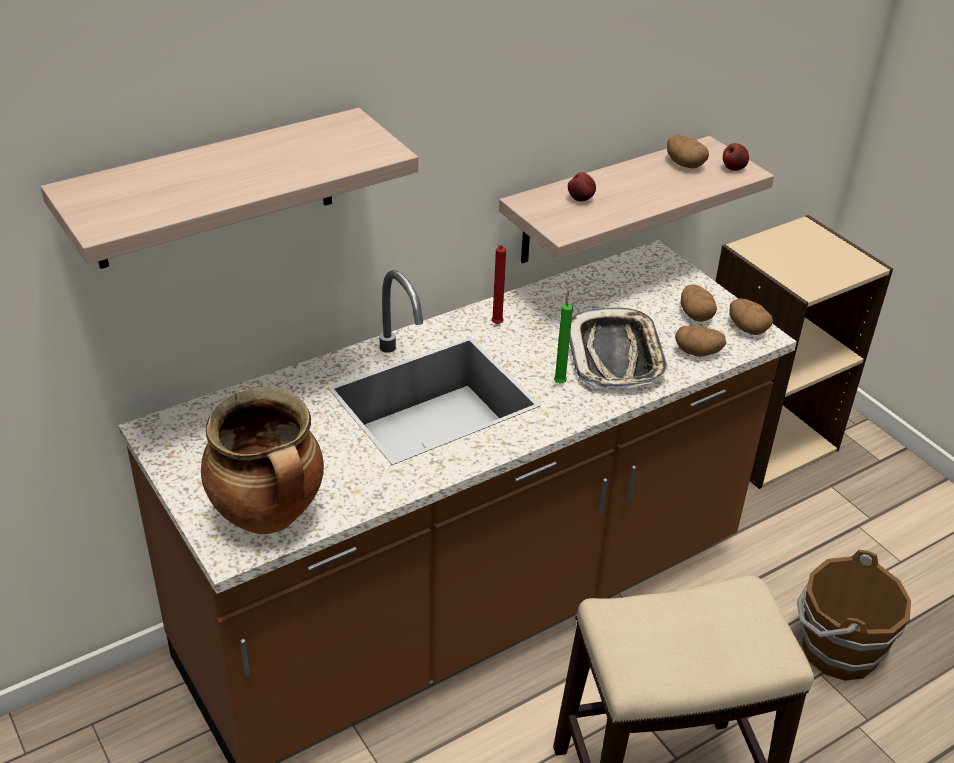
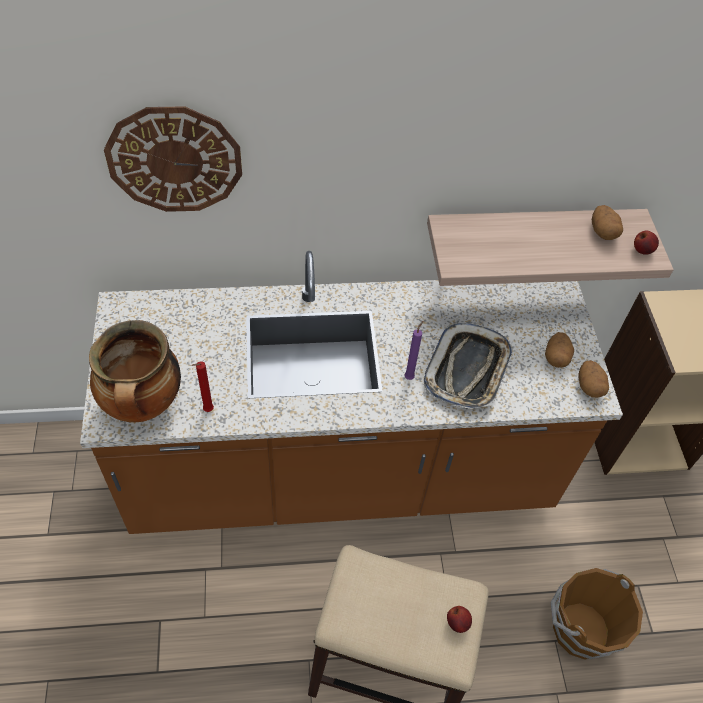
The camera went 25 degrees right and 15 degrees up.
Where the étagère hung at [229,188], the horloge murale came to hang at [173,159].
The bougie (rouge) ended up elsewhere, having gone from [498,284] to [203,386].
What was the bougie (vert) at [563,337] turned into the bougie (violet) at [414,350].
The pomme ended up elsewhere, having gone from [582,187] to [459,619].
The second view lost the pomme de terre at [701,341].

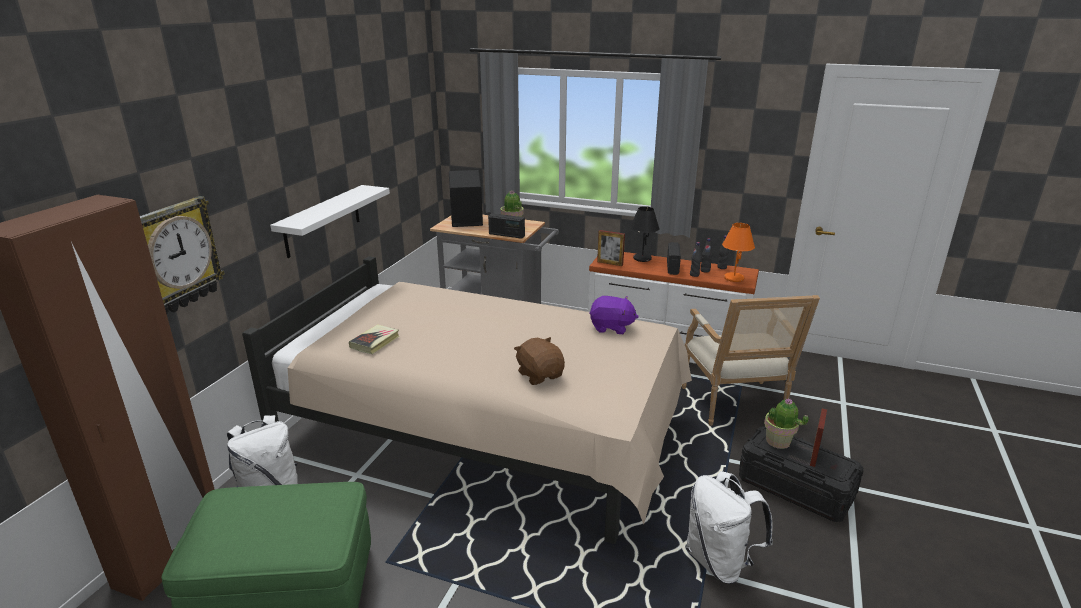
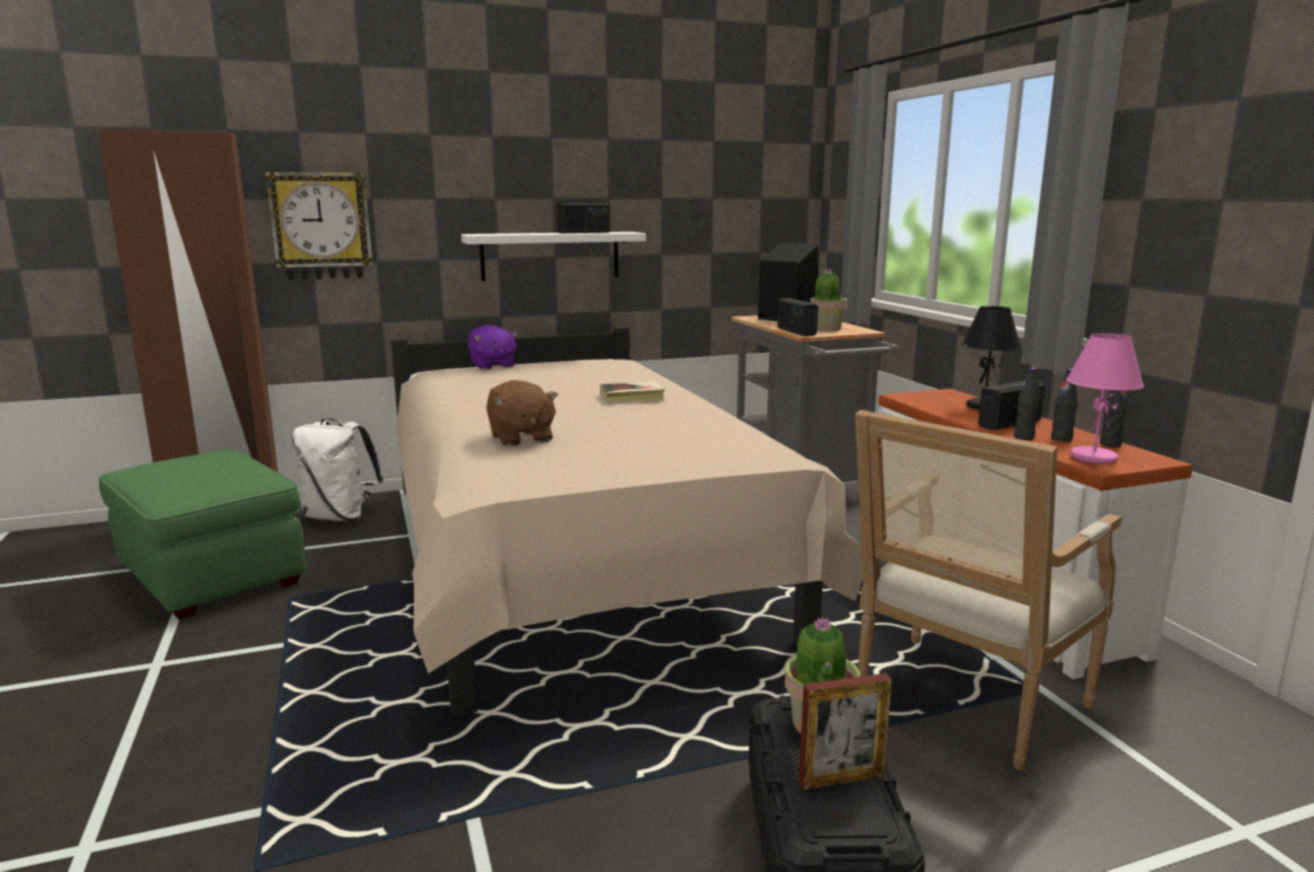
The camera went 50 degrees right and 10 degrees down.
The peluche (violet) ended up elsewhere, having gone from [614,315] to [493,347].
The peluche (marron) at [539,361] ended up facing another way, 135 degrees clockwise from before.
The second view gained the radio at [583,218].
The livre ended up elsewhere, having gone from [374,339] to [632,392].
What was the lampe de table (orange) at [738,252] turned into the lampe de table (rose) at [1105,398].
The second view lost the cadre photo at [611,248].
The second view lost the sac à dos (blanc) at [729,527].

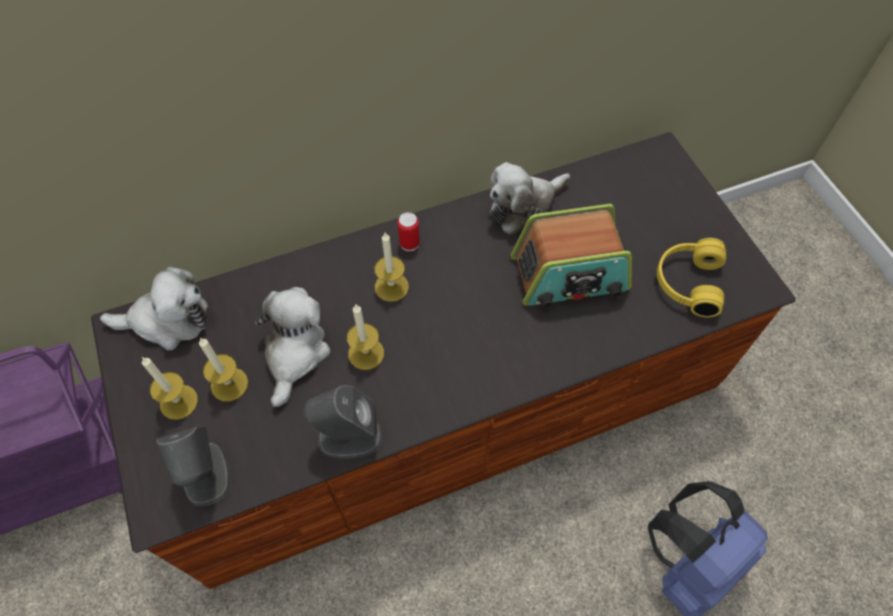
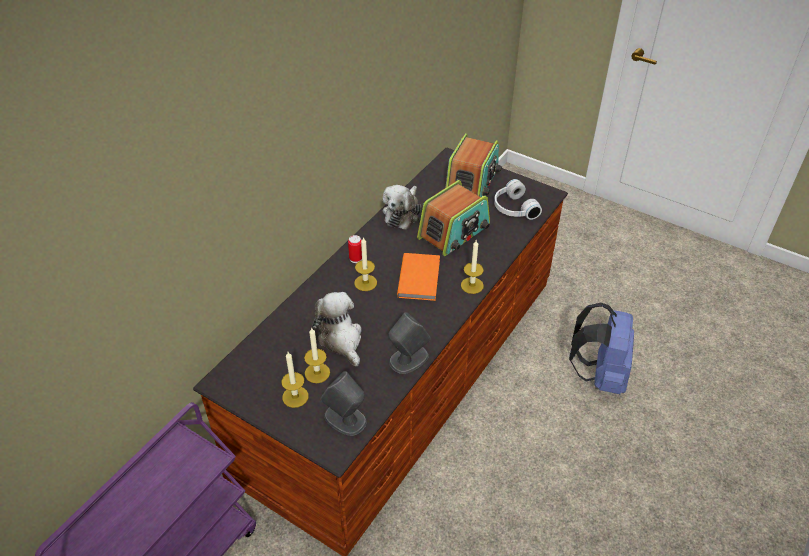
The camera went 35 degrees left and 15 degrees down.
The second view gained the livre (orange) at [418,277].
The second view gained the radio at [473,165].
The bougie ended up elsewhere, having gone from [365,337] to [472,267].
What was the casque audio (jaune) at [691,277] turned into the casque audio (blanc) at [518,199].
The second view lost the peluche at [154,308].

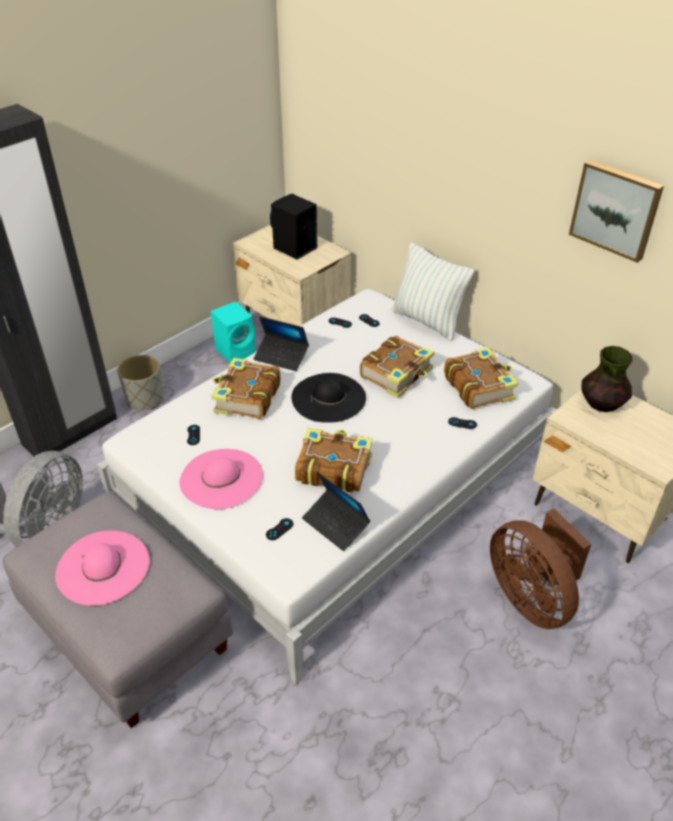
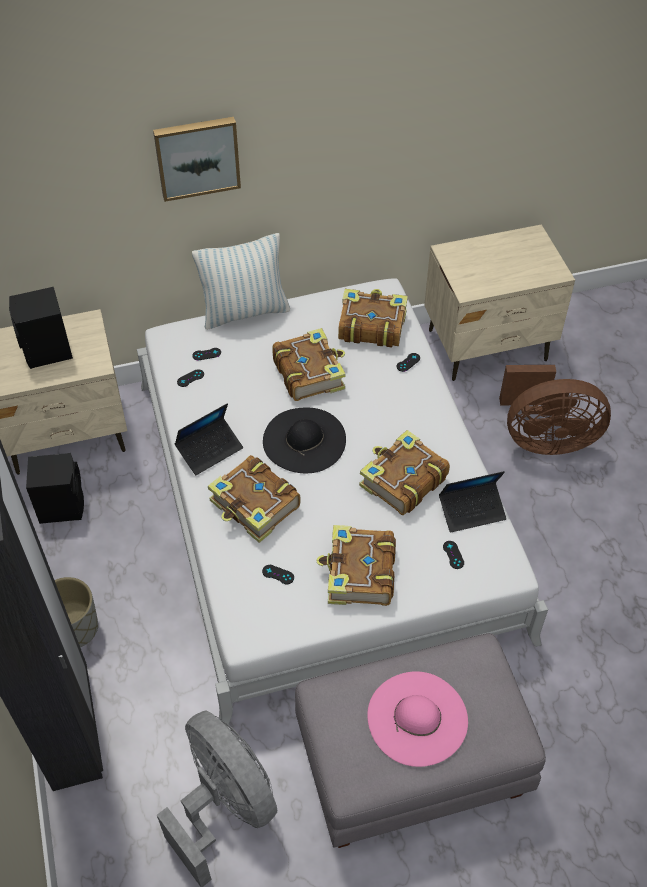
The camera went 60 degrees left and 10 degrees up.
What was the enceinte (turquoise) at [233,332] turned into the enceinte (noir) at [55,488].
The tableau ended up elsewhere, having gone from [616,211] to [197,159].
Where the chapeau (rose) stood at [221,479], the livre came to stand at [356,565].
The second view lost the vase at [606,379].

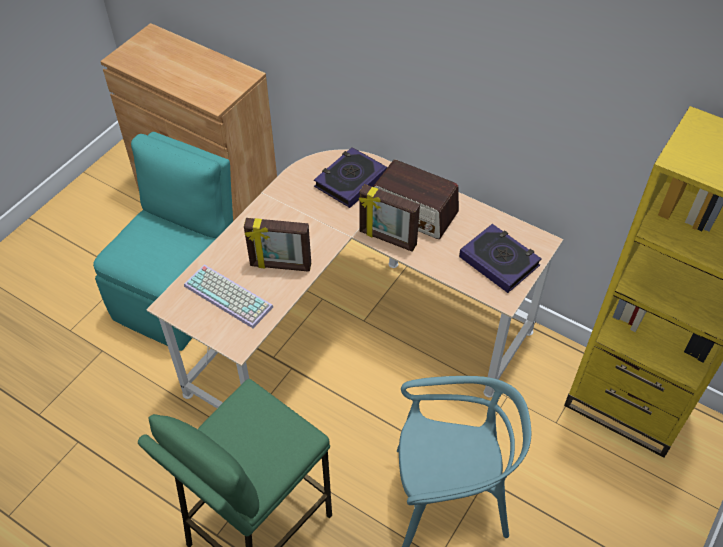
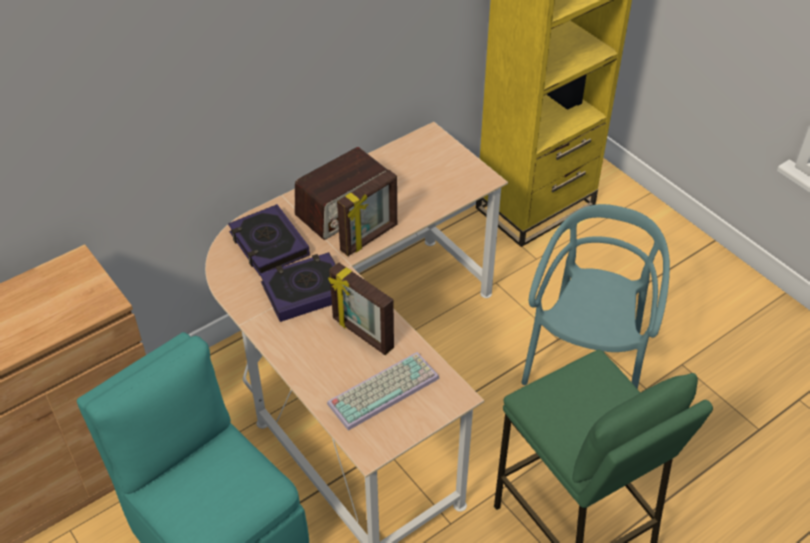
The camera went 70 degrees left and 5 degrees down.
The livre ended up elsewhere, having gone from [500,258] to [298,287].
The cadre photo at [277,245] ended up facing another way, 105 degrees clockwise from before.

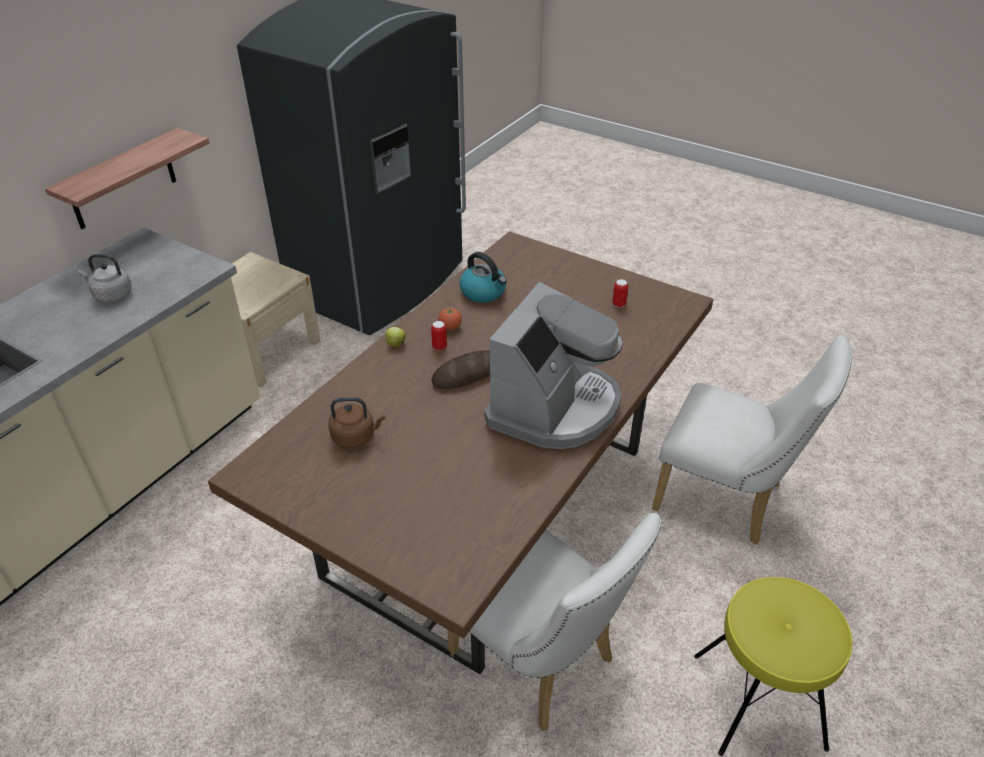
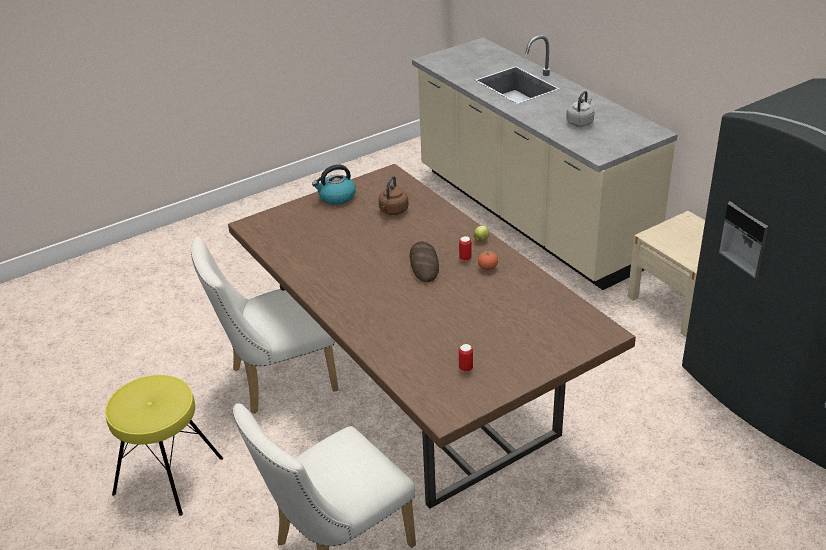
The camera went 115 degrees right and 5 degrees down.
The bouilloire ended up elsewhere, having gone from [483,277] to [334,185].
The second view lost the étagère at [127,178].
The second view lost the machine à café at [553,365].

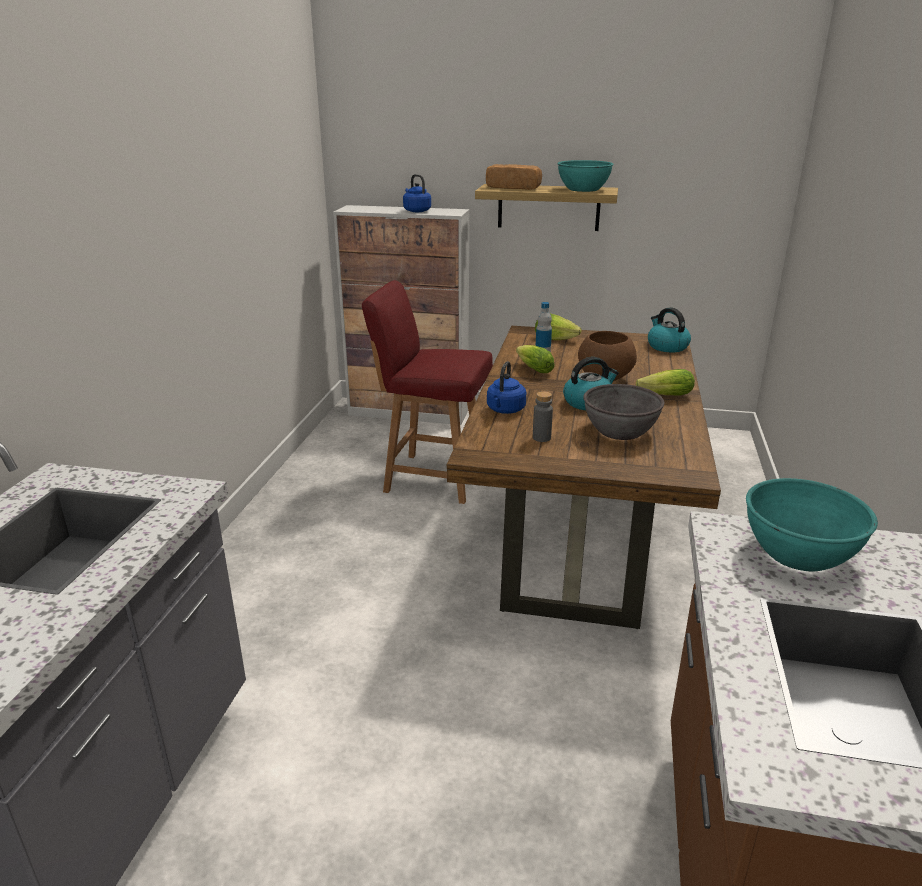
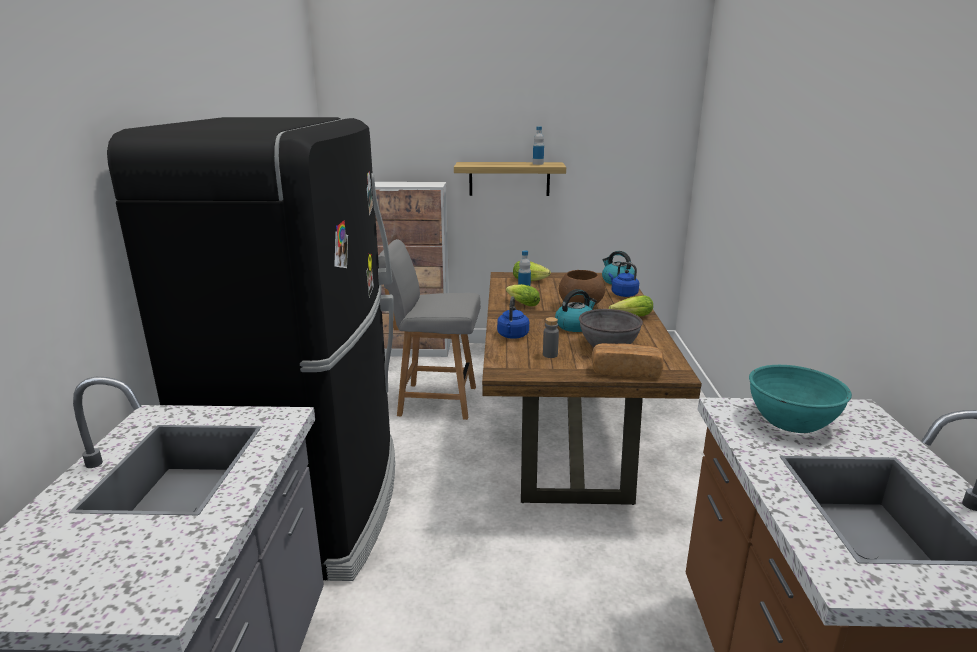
The camera went 10 degrees left and 5 degrees down.
The second view gained the réfrigérateur (noir) at [251,349].
What was the chaise (rouge) at [427,392] turned into the chaise (gris) at [429,329].
Where the bol (turquoise) stood at [585,176], the bouteille came to stand at [538,145].
The pain ended up elsewhere, having gone from [514,177] to [627,360].
The bouilloire (bleu) ended up elsewhere, having gone from [417,193] to [623,279].

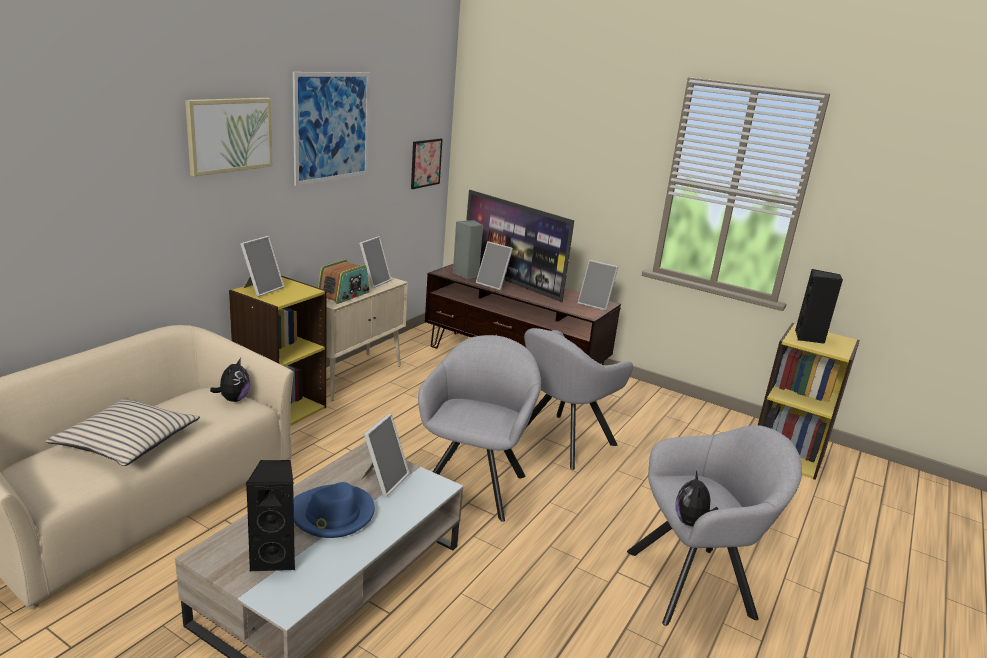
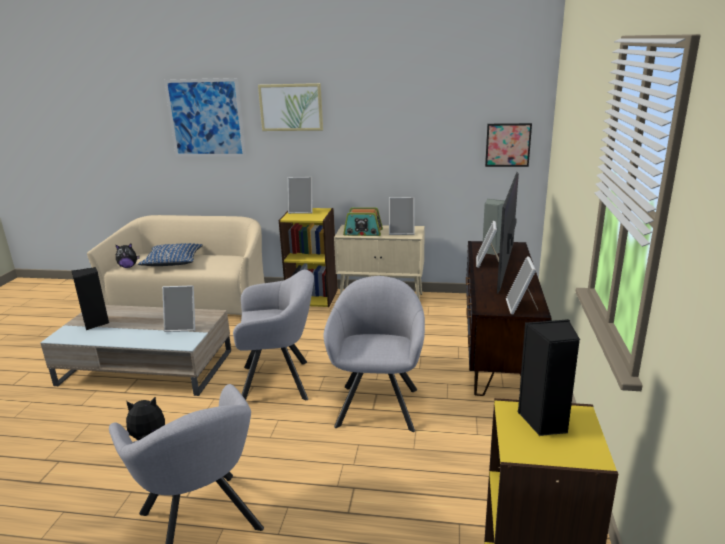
The camera went 70 degrees right and 0 degrees up.
The peluche ended up elsewhere, having gone from [230,380] to [127,256].
What was the coussin (beige) at [123,431] turned into the coussin (bleu) at [170,254].
The tableau ended up elsewhere, having gone from [331,129] to [205,117].
The fauteuil (gris) at [578,399] ended up facing another way, 75 degrees clockwise from before.
The second view lost the chapeau (bleu) at [334,510].

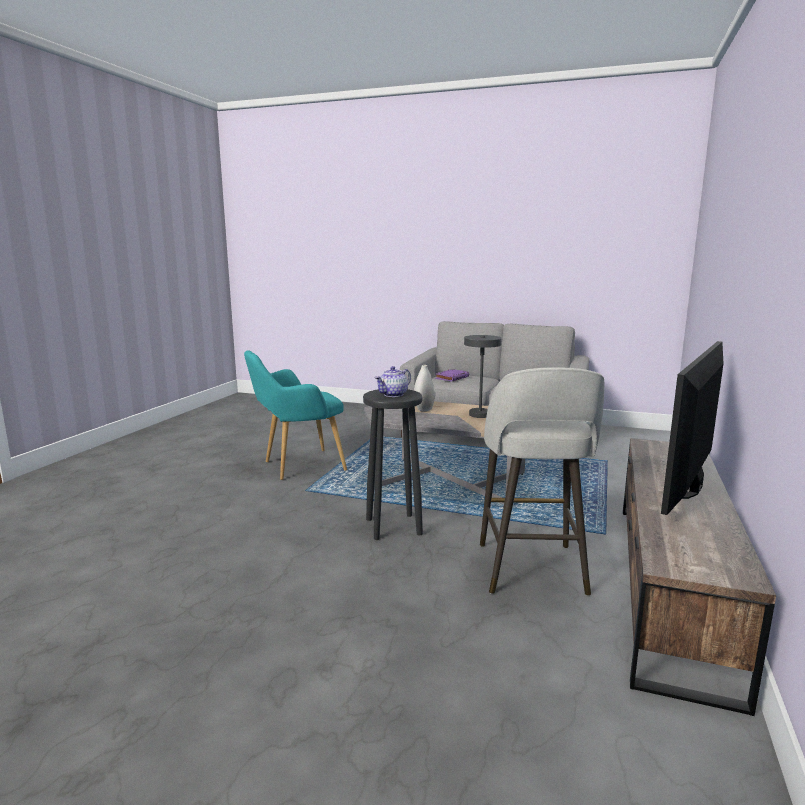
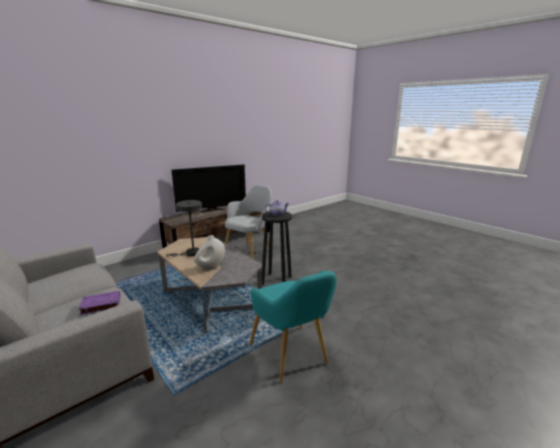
The camera went 150 degrees left and 5 degrees up.
Where the tabouret (gris) stood at [542,481], the fauteuil (gris) came to stand at [248,222].
The fauteuil (turquoise) at [295,415] ended up facing another way, 60 degrees clockwise from before.

